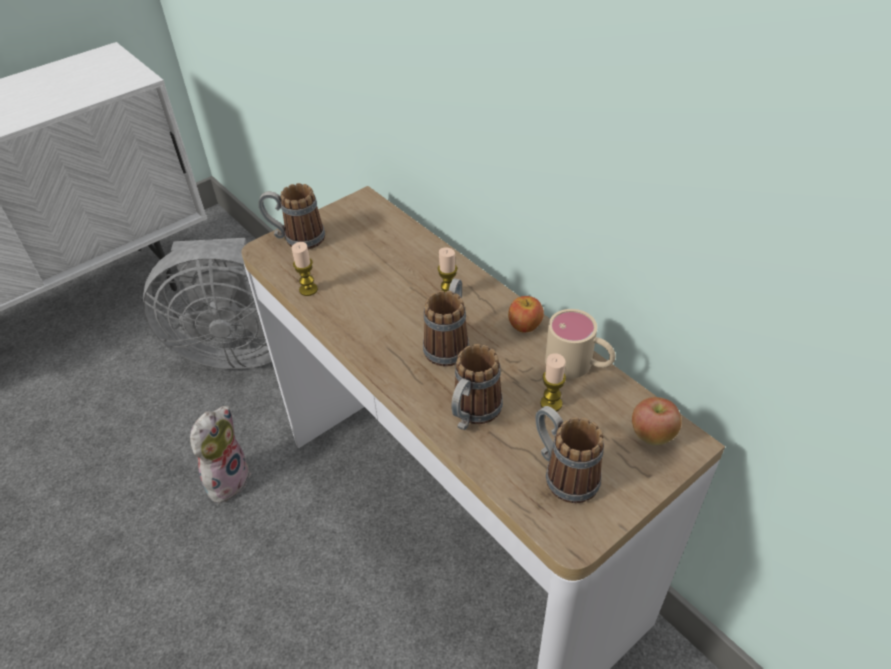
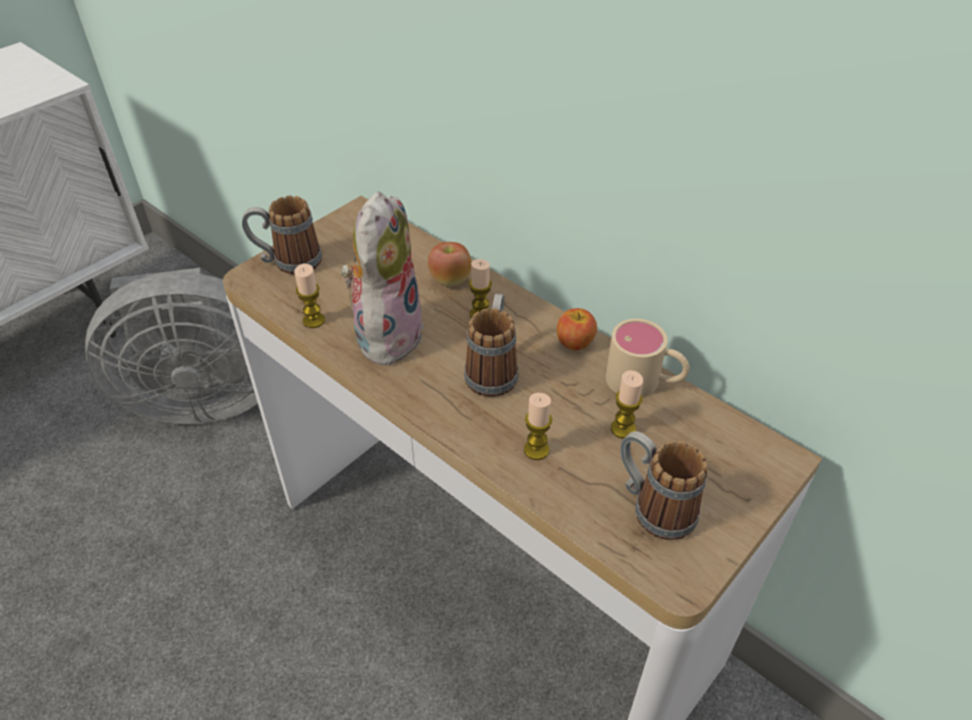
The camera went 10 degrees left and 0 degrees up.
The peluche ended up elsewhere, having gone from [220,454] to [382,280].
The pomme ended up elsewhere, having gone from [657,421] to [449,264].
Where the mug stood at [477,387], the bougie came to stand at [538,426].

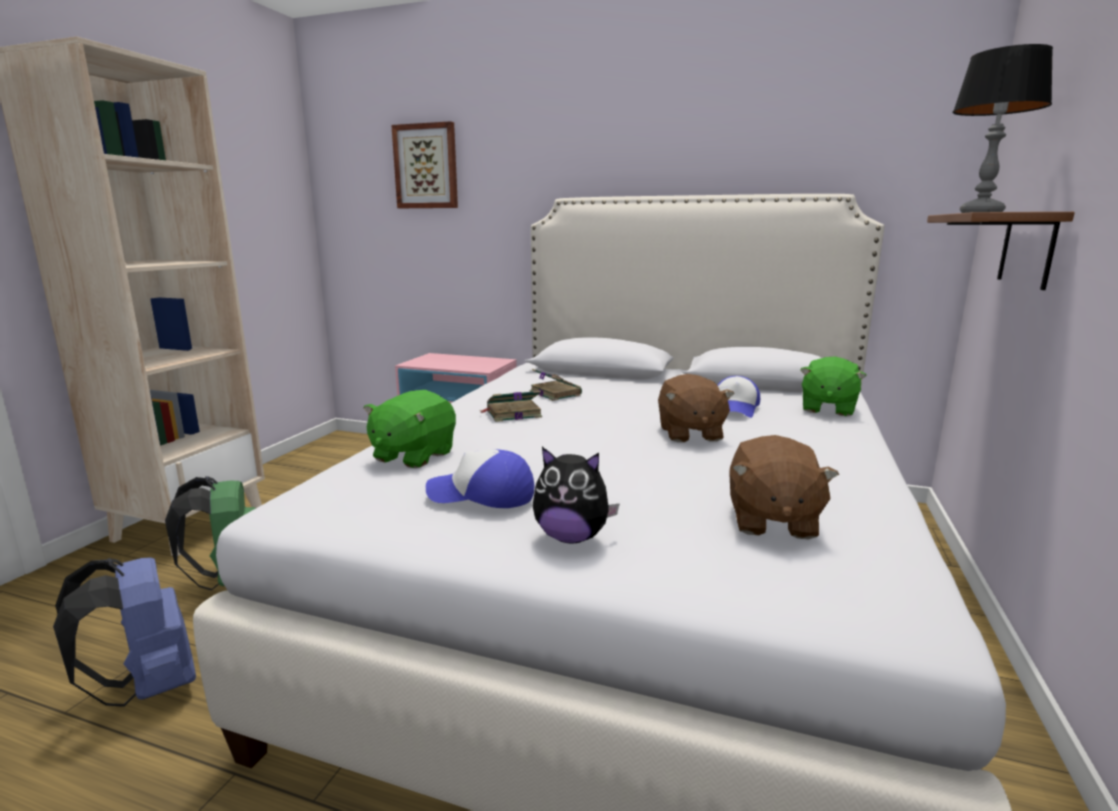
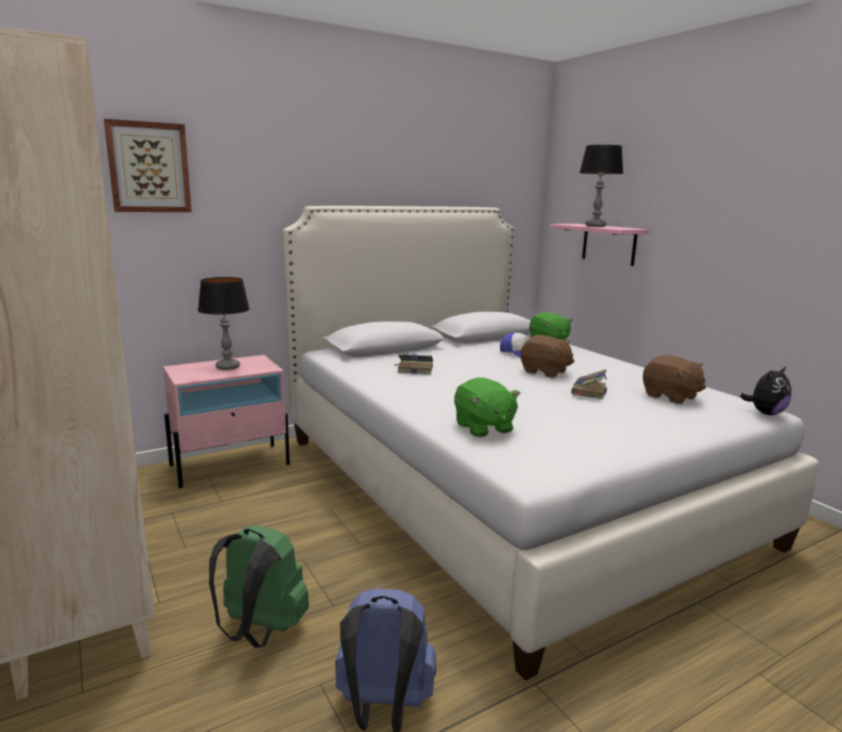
The camera went 50 degrees left and 0 degrees up.
The second view gained the lampe de table at [224,323].
What was the étagère (marron) at [1001,251] turned into the étagère (rose) at [599,245].
The livre ended up elsewhere, having gone from [511,406] to [589,384].
The peluche ended up elsewhere, having gone from [576,495] to [765,391].
The second view lost the casquette at [480,478].

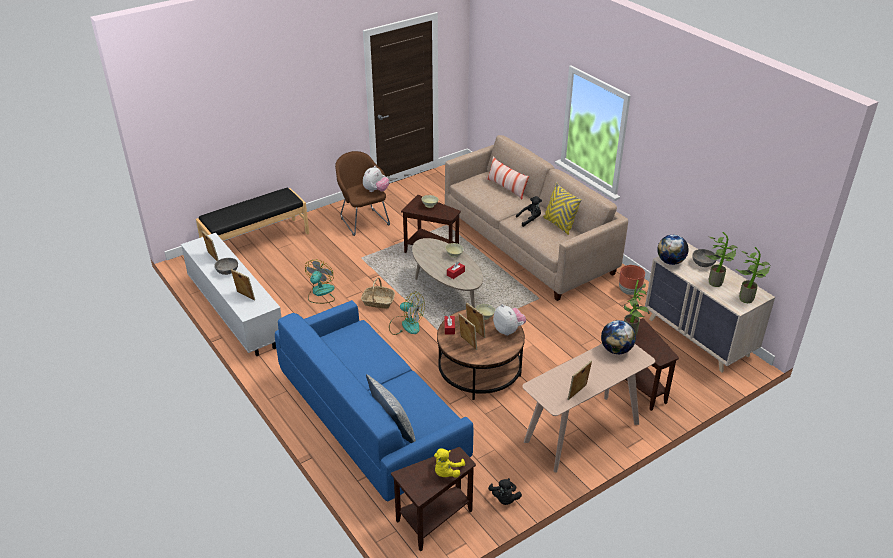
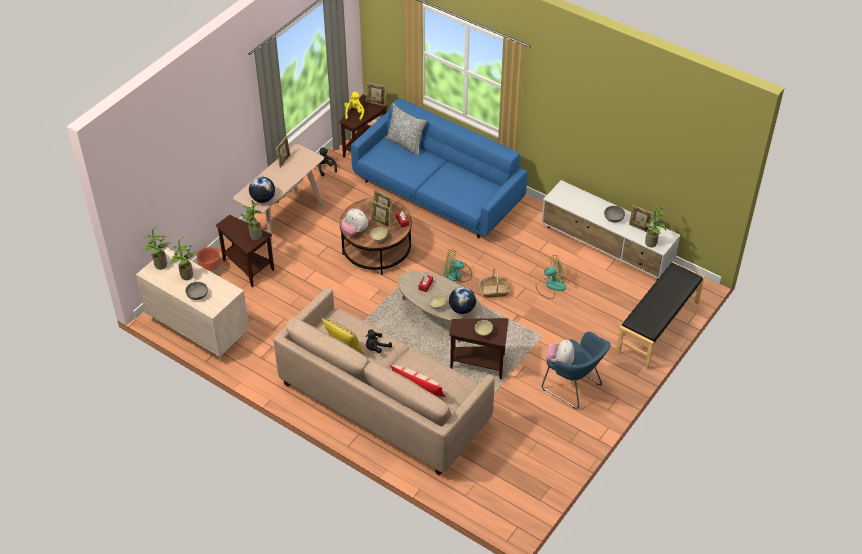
The camera went 160 degrees right and 10 degrees up.
The cache-pot (marron) ended up elsewhere, having gone from [632,280] to [209,260].
The cadre photo ended up elsewhere, having gone from [243,285] to [376,94].
The globe ended up elsewhere, having gone from [673,249] to [462,300].
The ventilateur at [320,281] ended up facing another way, 105 degrees counterclockwise from before.
What was the fauteuil (marron) at [362,193] turned into the fauteuil (bleu) at [576,370].
The second view gained the plante en pot at [655,225].

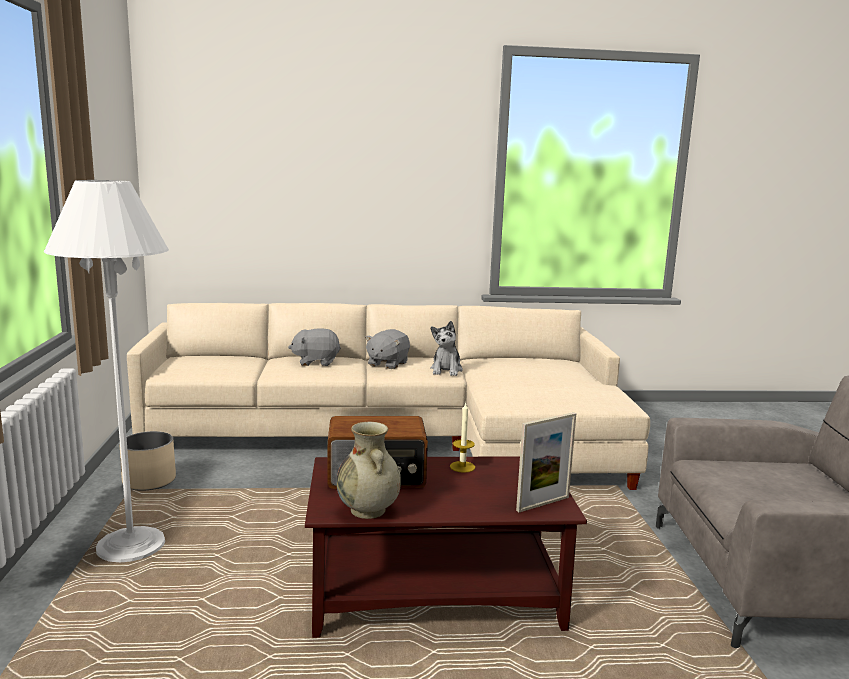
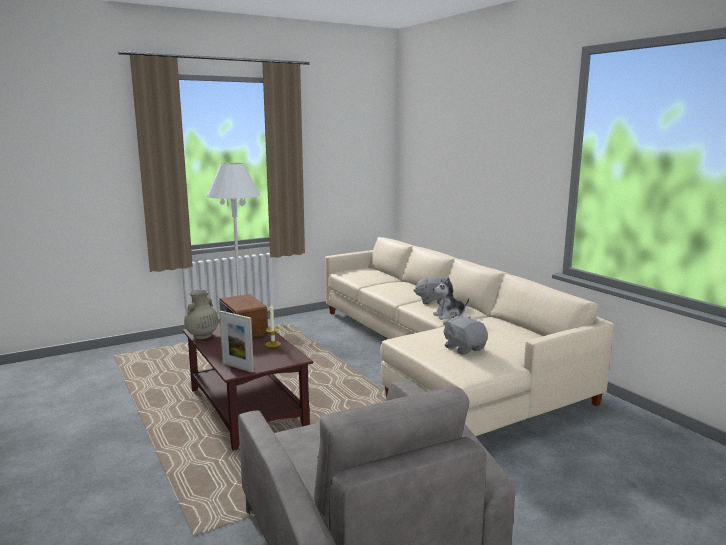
The camera went 65 degrees right and 0 degrees up.
The peluche (gris) ended up elsewhere, having gone from [314,347] to [465,335].
The second view lost the cache-pot (beige) at [147,461].

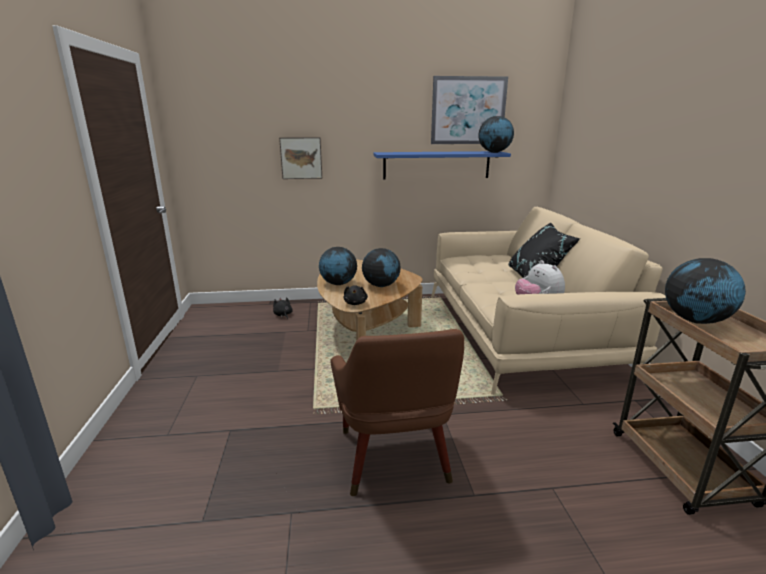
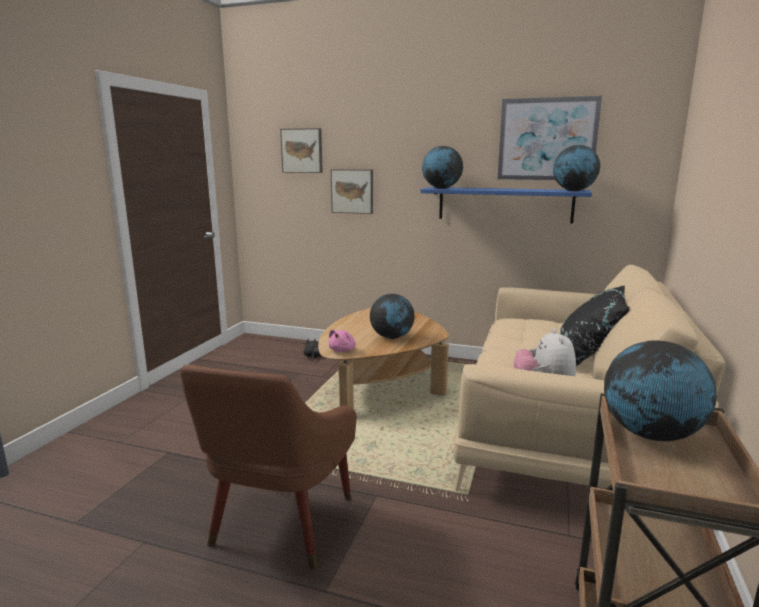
The camera went 25 degrees right and 5 degrees down.
The second view gained the tableau at [301,150].
What was the peluche (noir) at [355,295] turned into the peluche (rose) at [342,340].
The globe ended up elsewhere, having gone from [338,266] to [442,167].

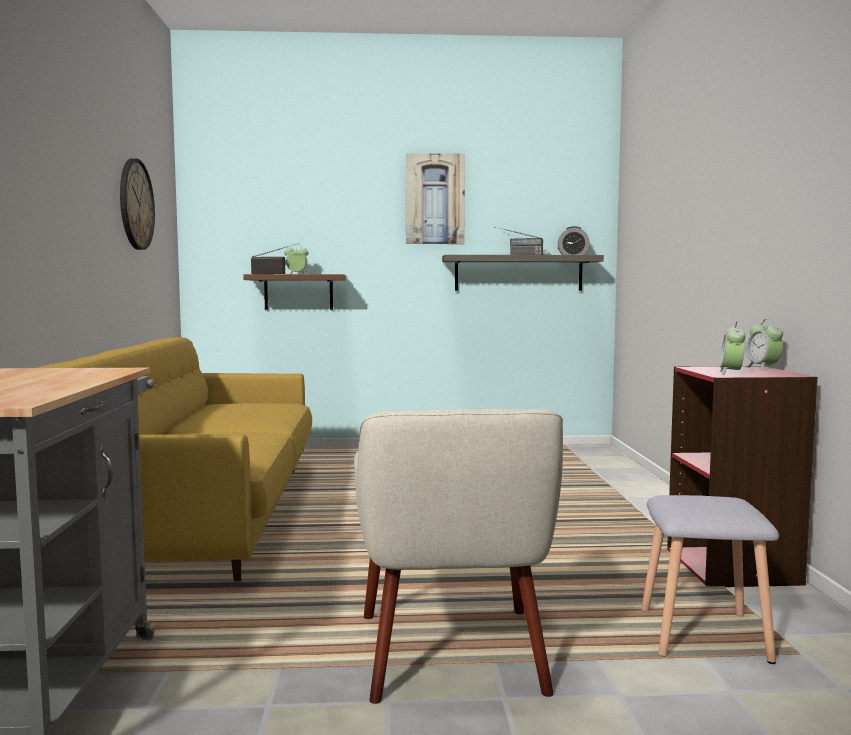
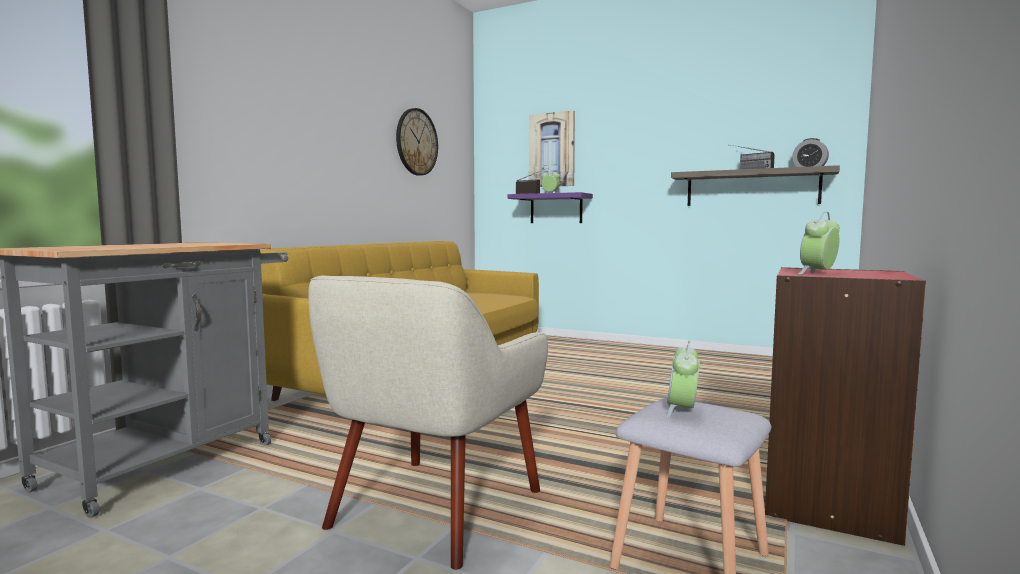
The camera went 30 degrees right and 0 degrees up.
What was the étagère (marron) at [294,292] turned into the étagère (violet) at [550,207].
The tableau ended up elsewhere, having gone from [435,198] to [552,148].
The réveil ended up elsewhere, having gone from [764,344] to [683,379].

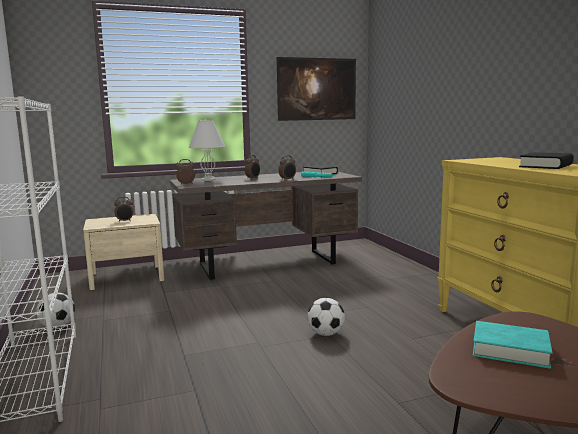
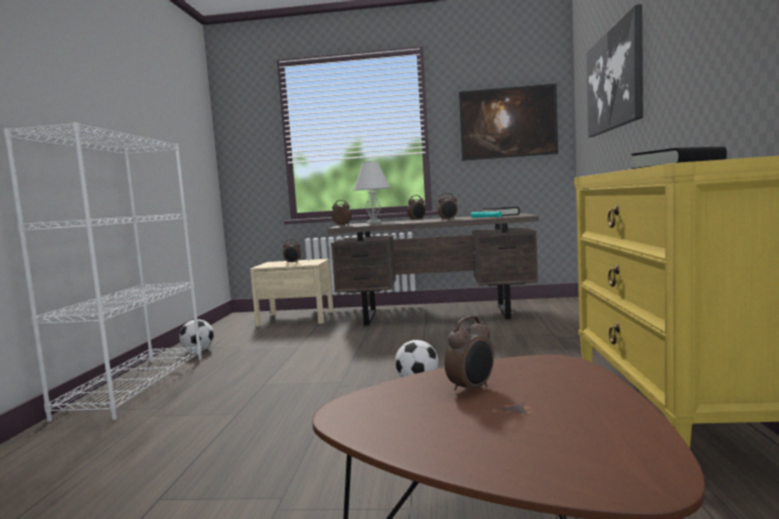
The camera went 25 degrees right and 5 degrees down.
Where the livre (turquoise) stood at [513,345], the réveil came to stand at [469,356].
The second view gained the tableau at [614,70].

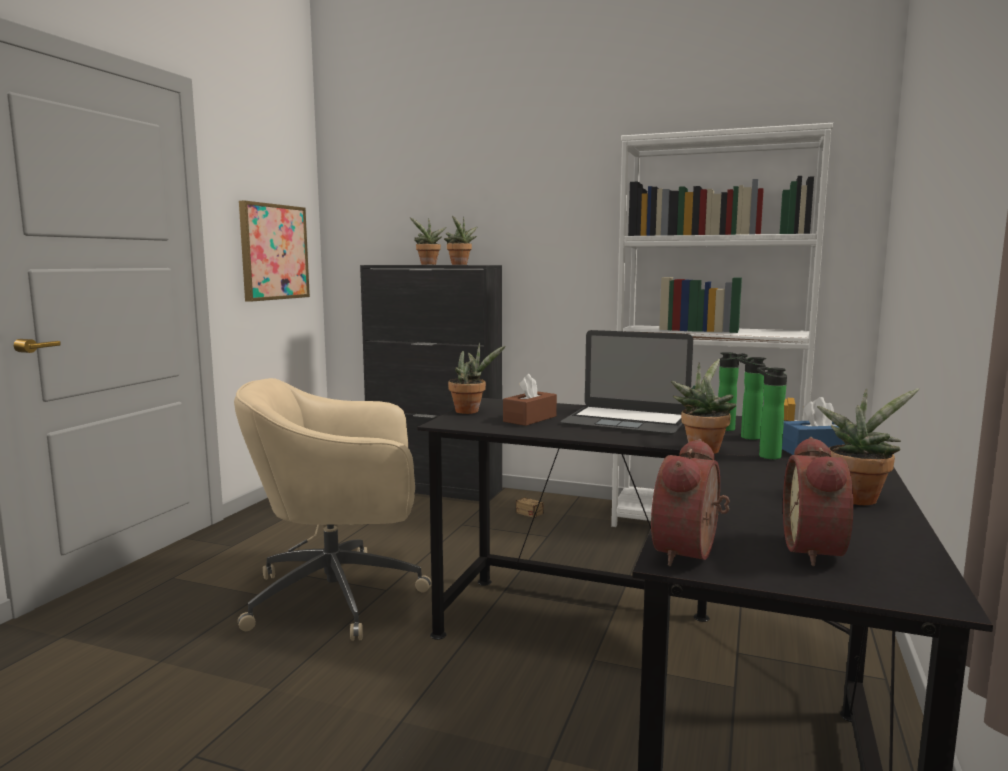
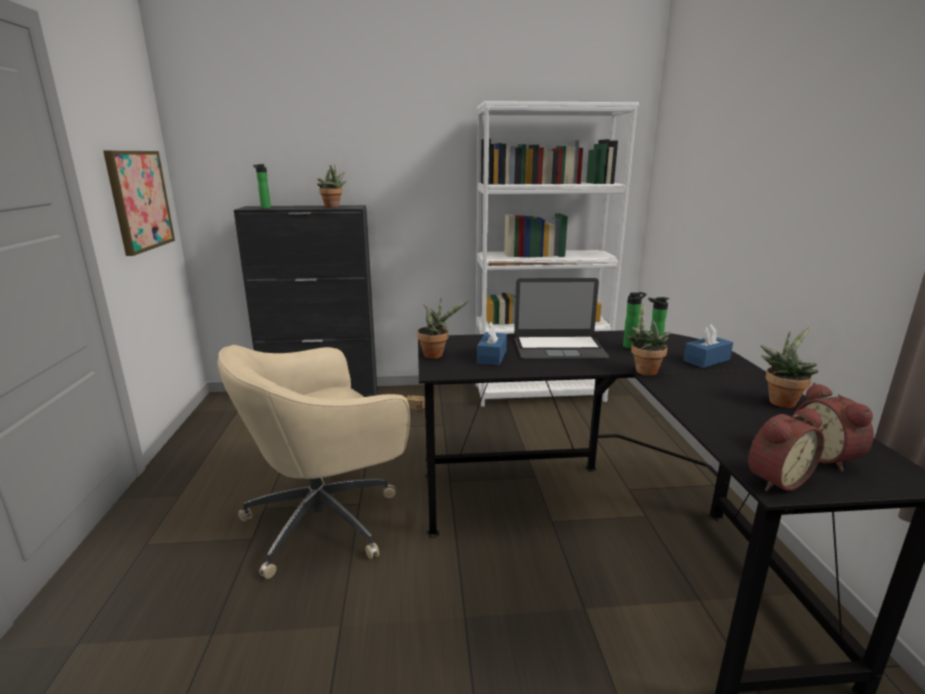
The camera went 25 degrees left and 10 degrees up.
The bouteille ended up elsewhere, having gone from [772,413] to [262,186].
What was the boîte à mouchoirs (marron) at [530,400] turned into the boîte à mouchoirs (bleu) at [492,343].
The réveil at [690,502] ended up facing another way, 120 degrees counterclockwise from before.
The second view lost the plante en pot at [428,241].

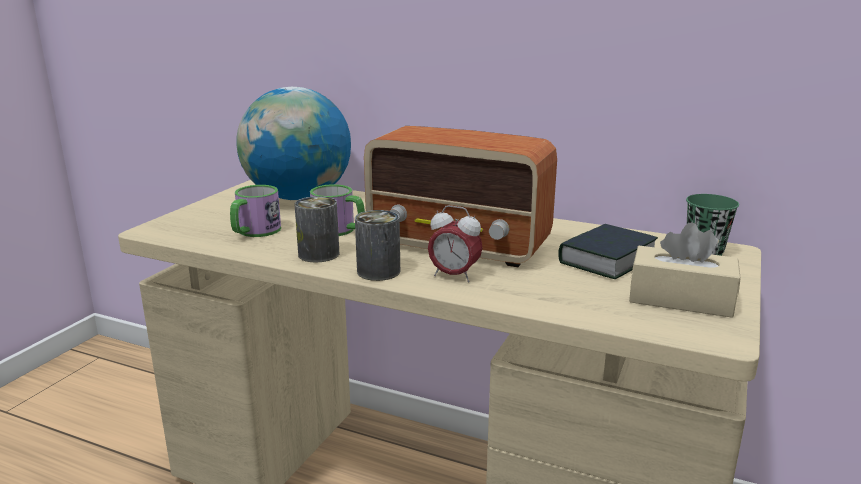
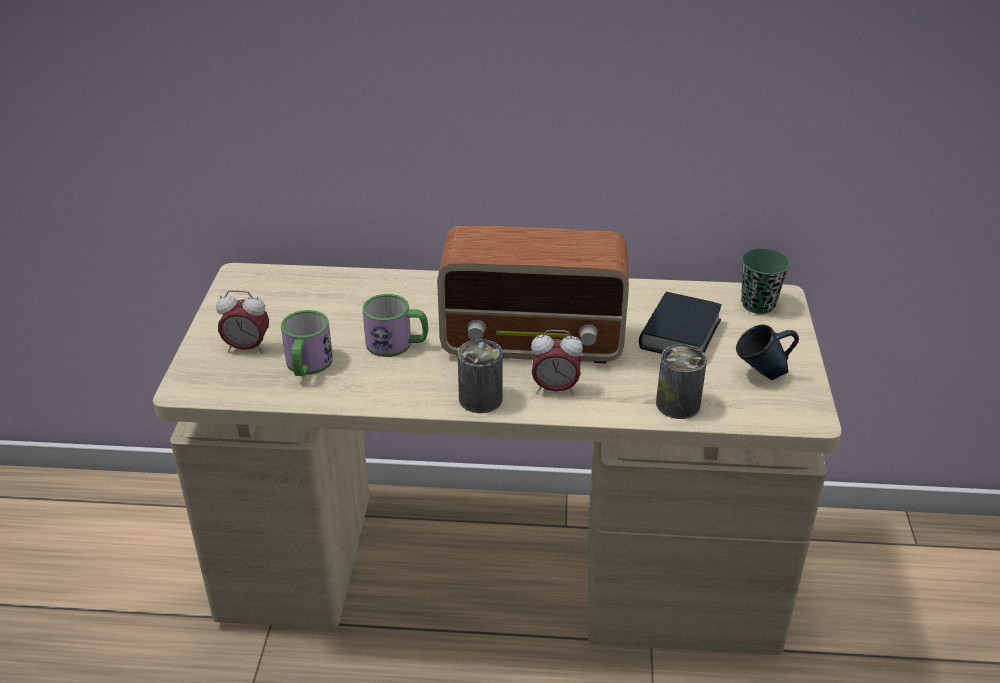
The camera went 20 degrees left and 15 degrees up.
The second view gained the réveil at [242,322].
The boîte métallique ended up elsewhere, having gone from [316,229] to [681,382].
Where the boîte à mouchoirs (beige) stood at [684,270], the mug (bleu) came to stand at [767,352].
The second view lost the globe at [293,143].

